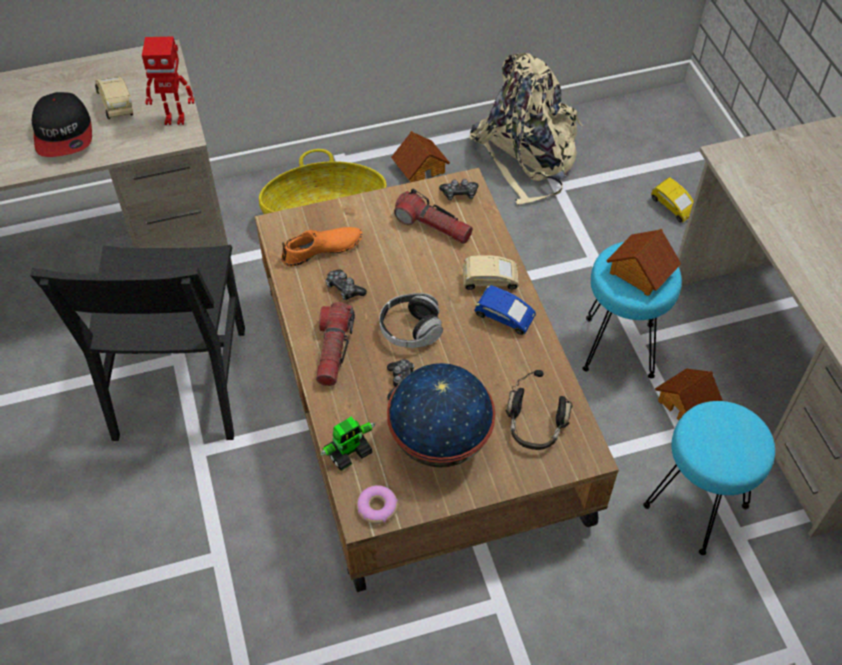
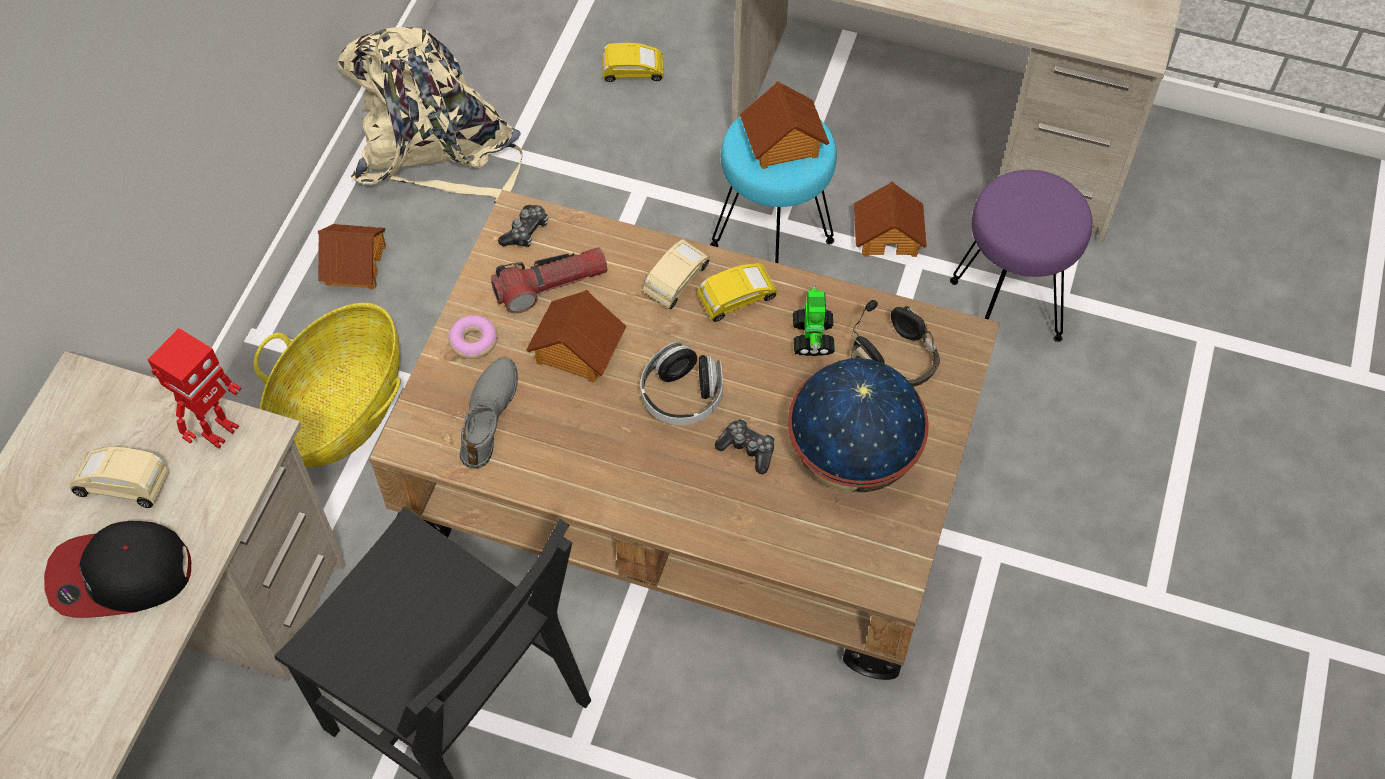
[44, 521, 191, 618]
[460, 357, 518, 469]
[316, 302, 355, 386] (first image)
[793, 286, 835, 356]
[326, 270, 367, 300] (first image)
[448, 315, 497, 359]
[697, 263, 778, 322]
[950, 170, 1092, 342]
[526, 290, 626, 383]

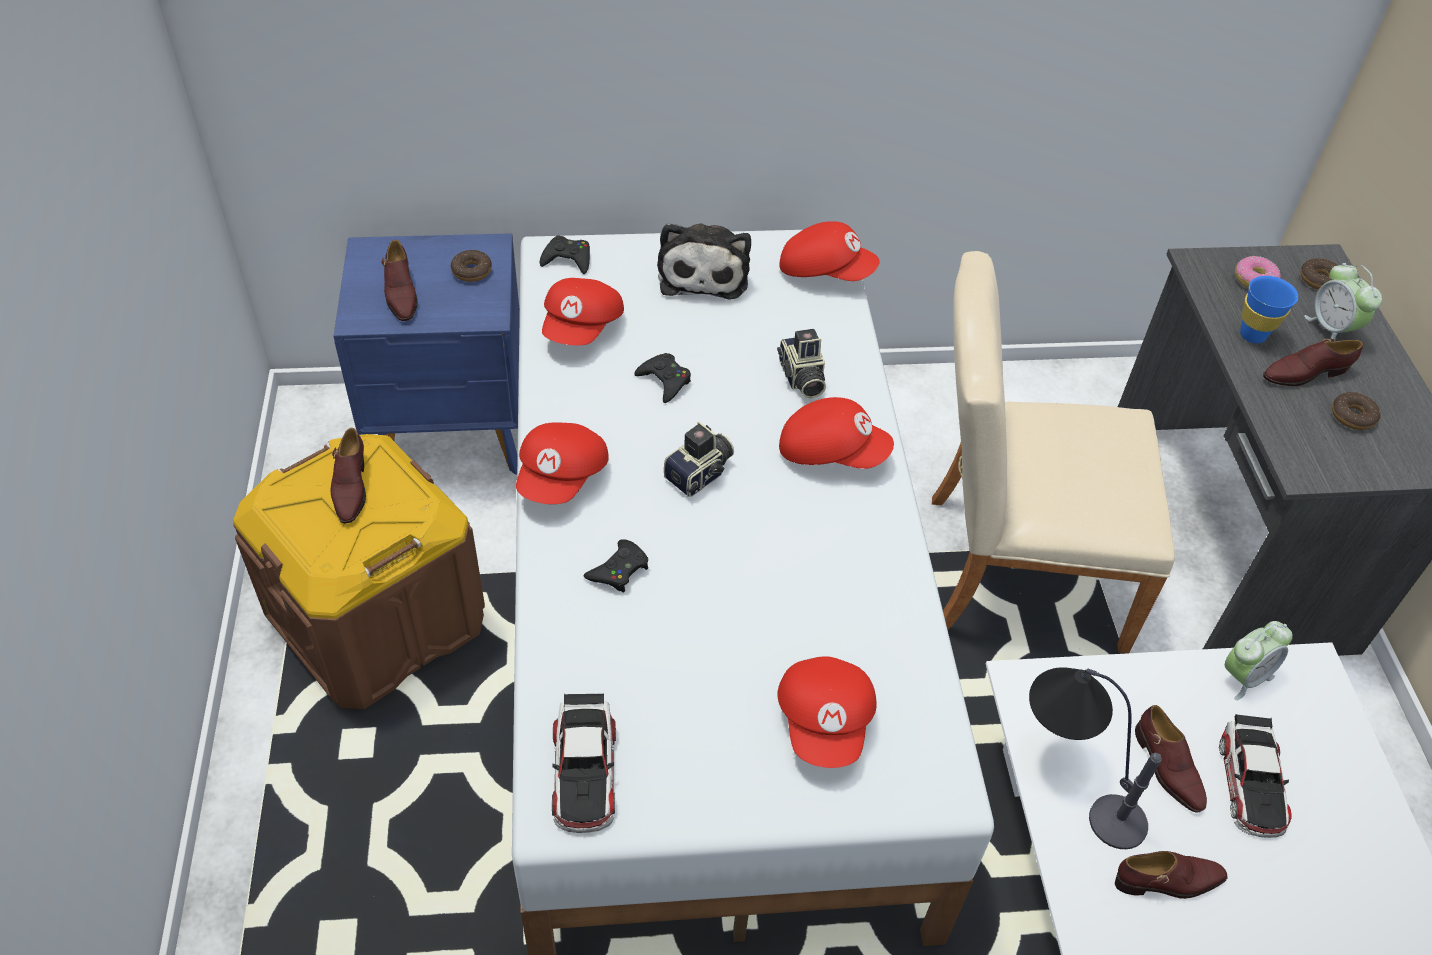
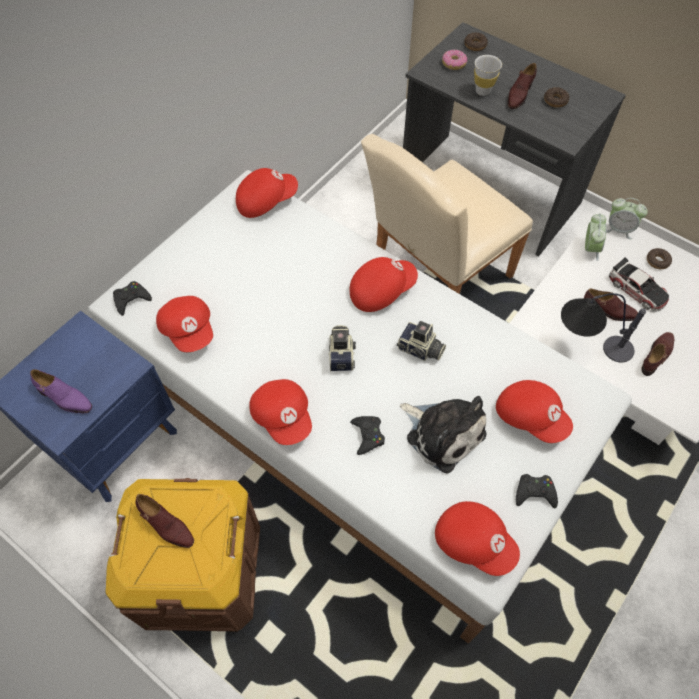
[30, 369, 92, 413]
[647, 248, 672, 269]
[435, 501, 520, 576]
[516, 474, 558, 508]
[400, 396, 486, 474]
[397, 321, 446, 361]
[474, 55, 502, 96]
[606, 198, 648, 239]

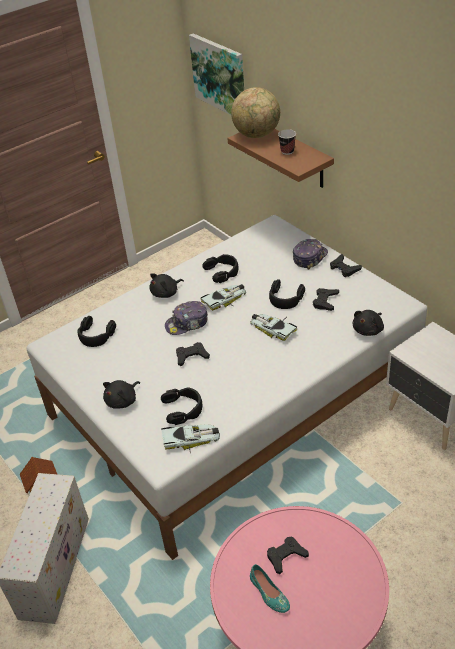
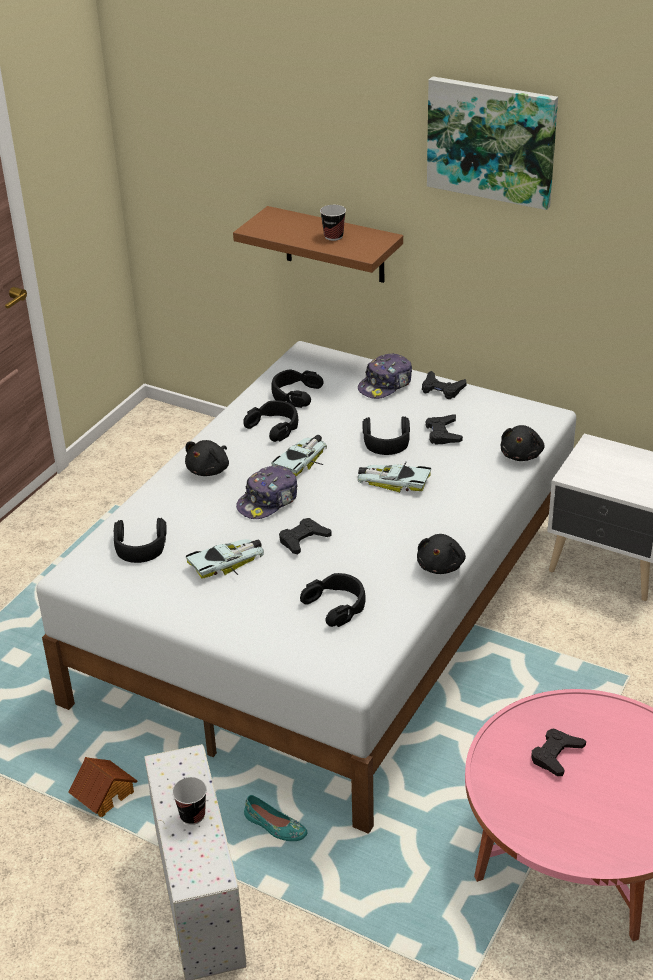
[417, 534, 466, 574]
[185, 539, 264, 579]
[427, 76, 558, 210]
[231, 87, 280, 138] (first image)
[244, 795, 308, 841]
[358, 353, 412, 399]
[172, 777, 207, 825]
[271, 369, 324, 408]

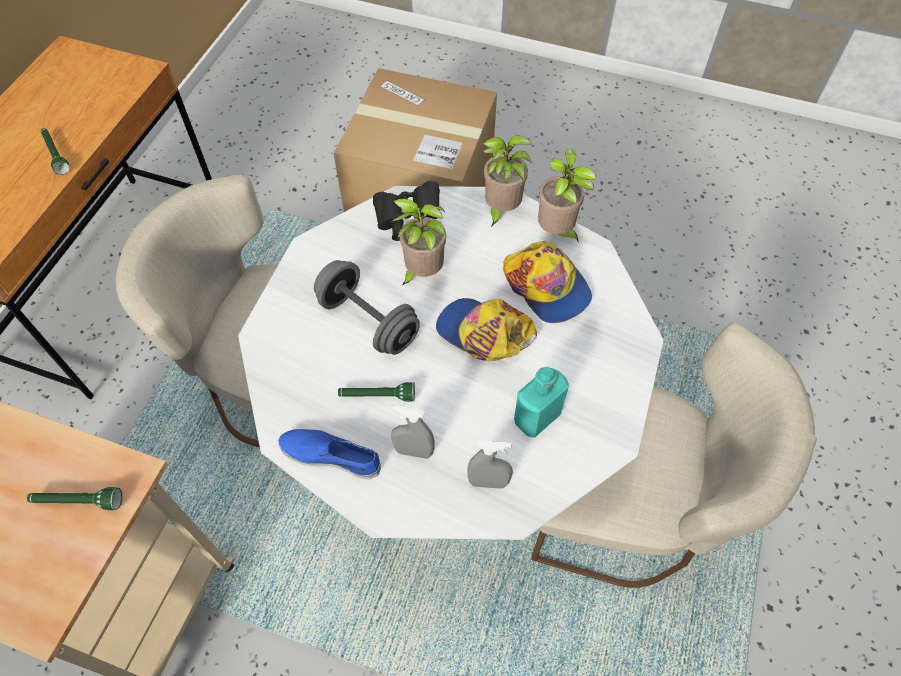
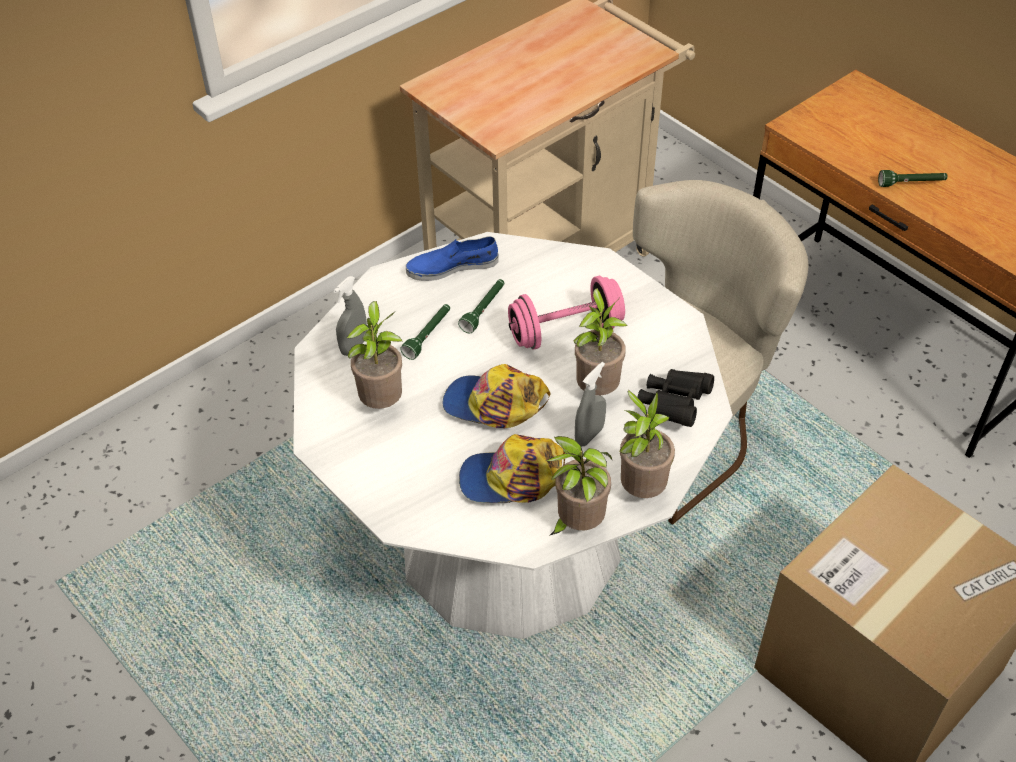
[400, 304, 450, 360]
[406, 236, 499, 281]
[508, 276, 625, 350]
[575, 362, 606, 446]
[442, 364, 551, 428]
[346, 301, 402, 409]
[531, 323, 817, 588] (first image)

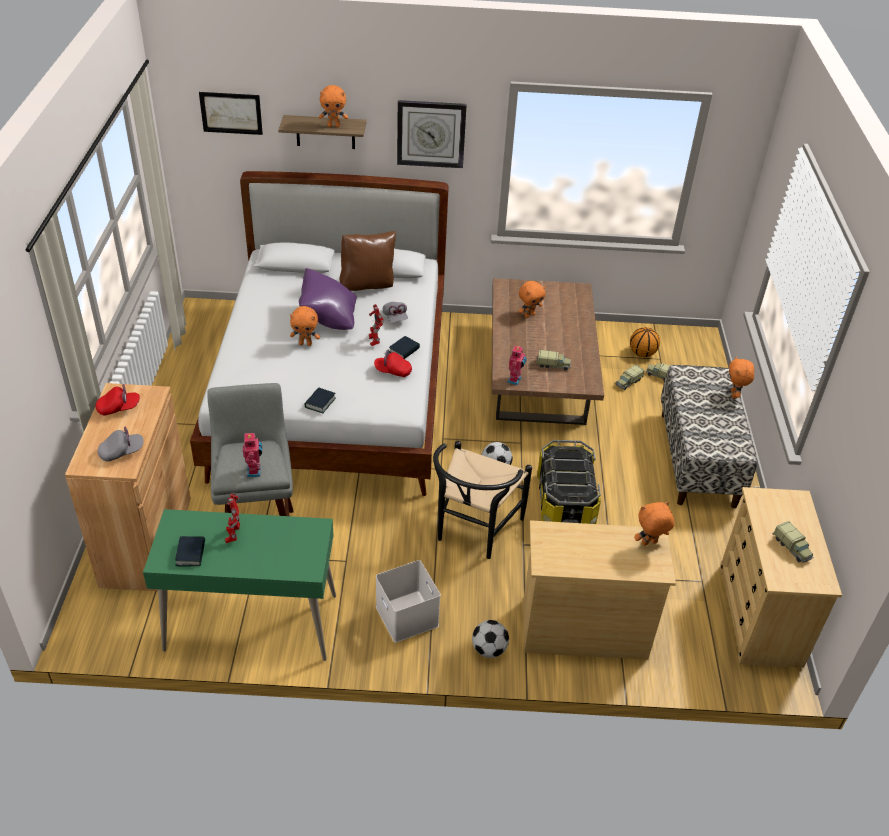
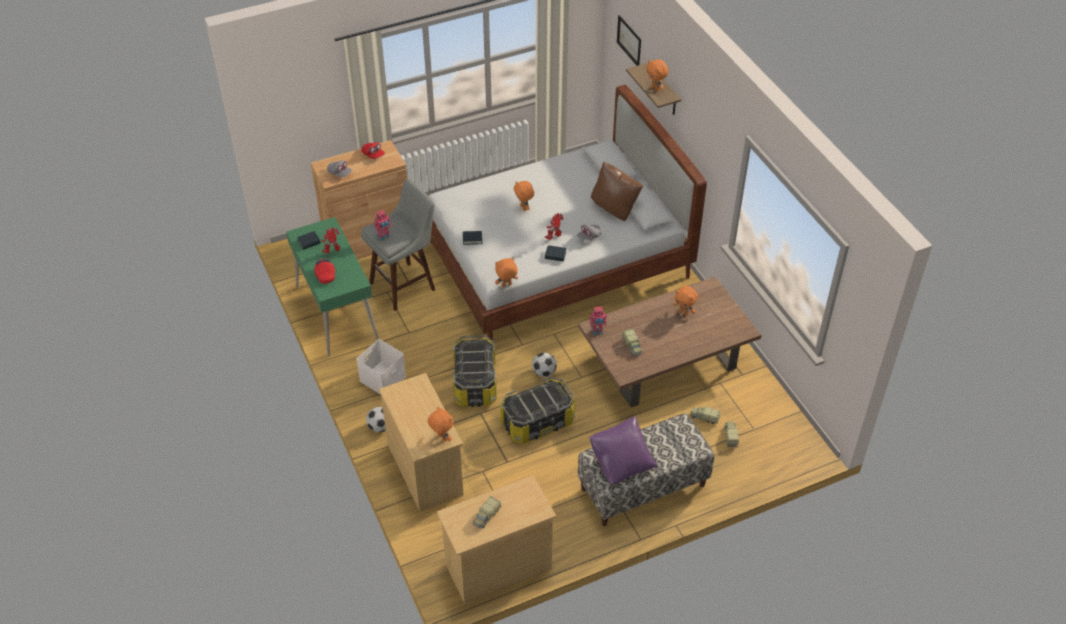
[589, 415, 657, 485]
[314, 258, 335, 284]
[397, 100, 467, 168] (first image)
[453, 335, 497, 407]
[630, 327, 660, 357] (first image)
[495, 257, 518, 287]

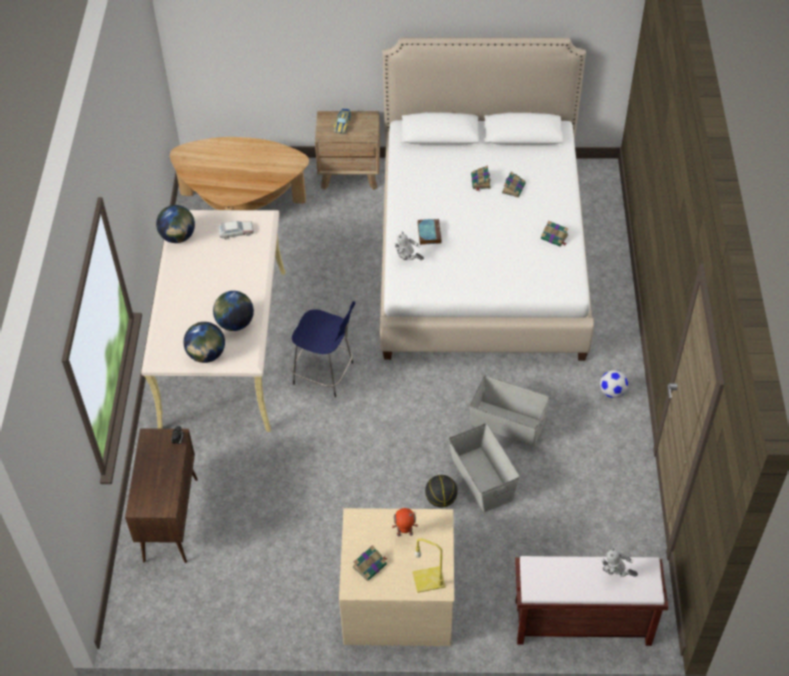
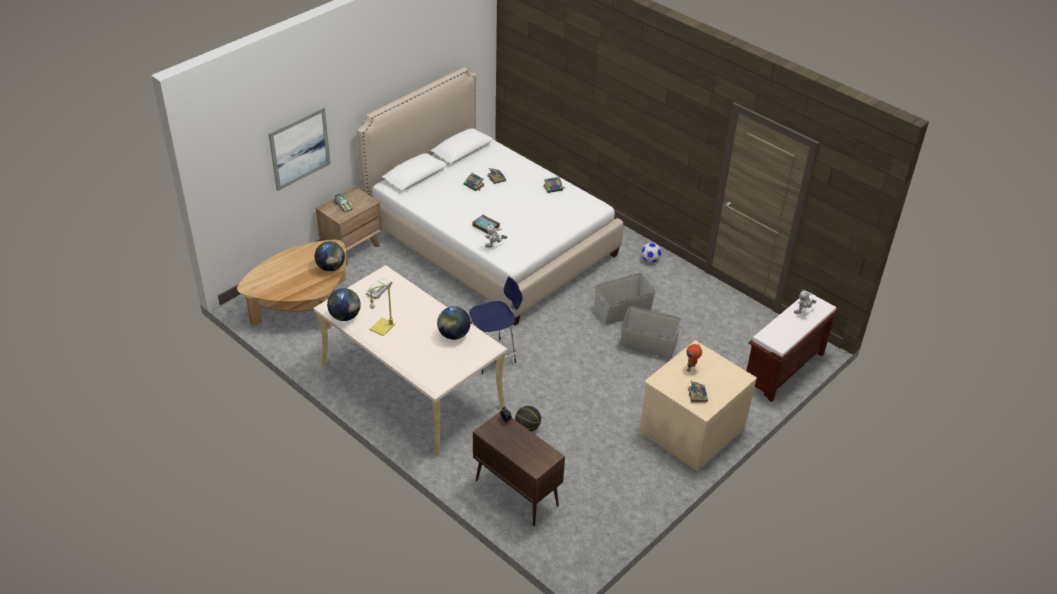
[315, 241, 345, 271]
[369, 285, 395, 336]
[515, 406, 541, 432]
[268, 107, 331, 191]

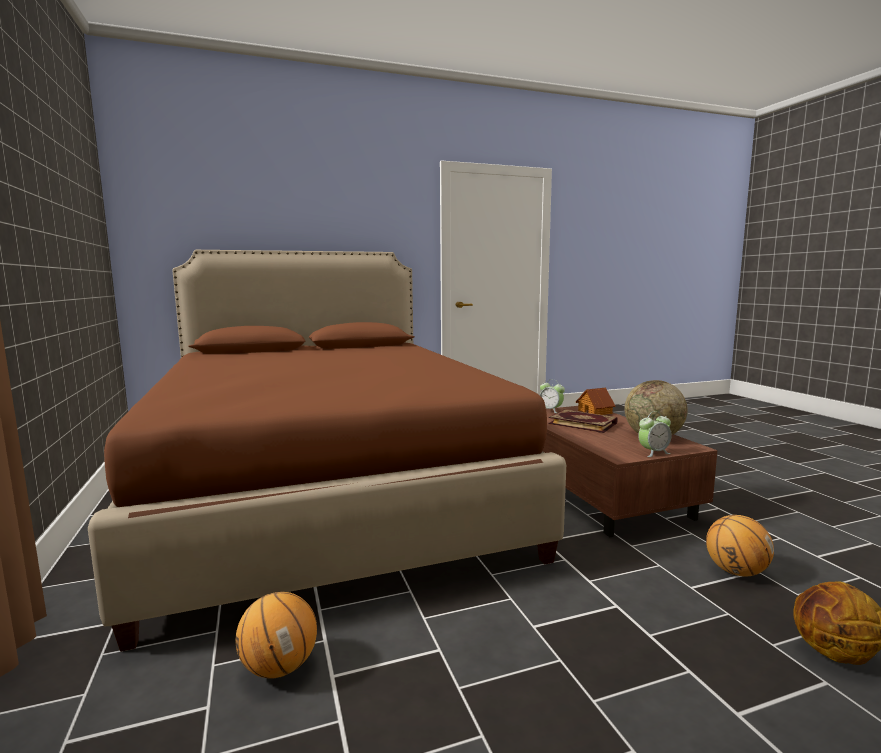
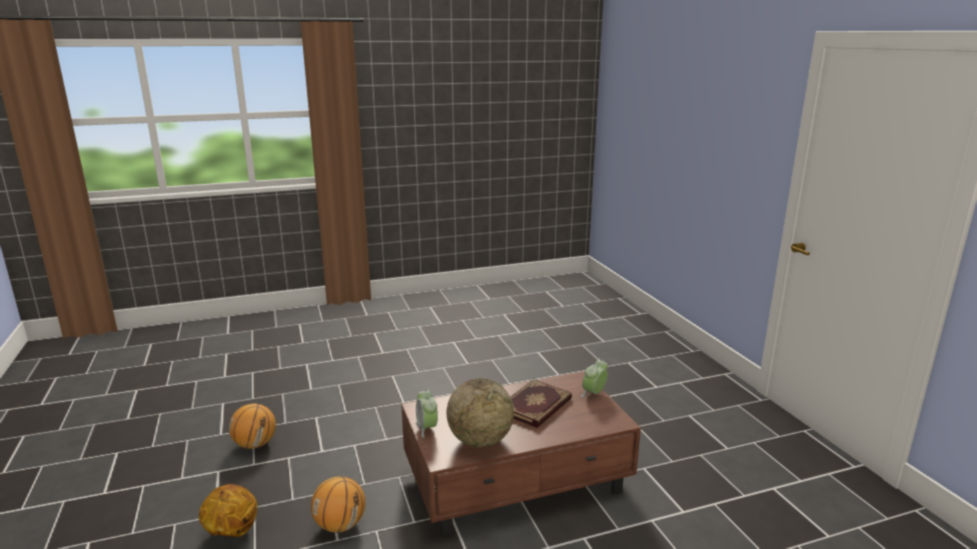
[88, 250, 566, 652] (first image)
[229, 403, 276, 449]
[576, 387, 615, 415] (first image)

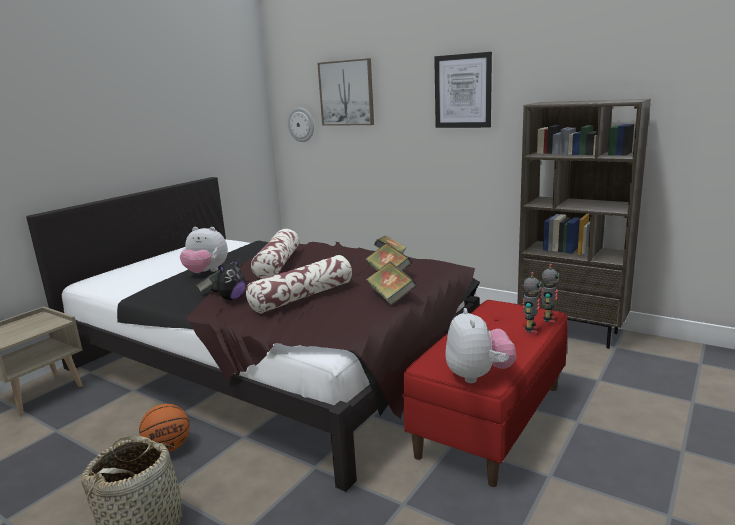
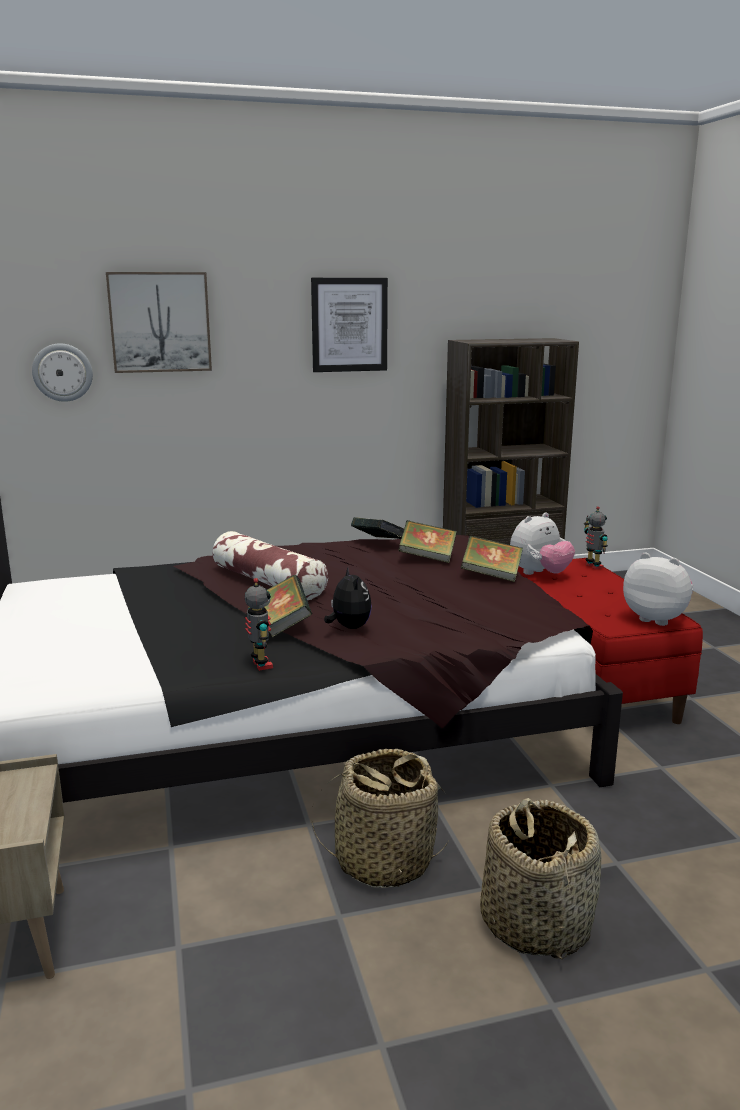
[312, 749, 448, 888]
[510, 512, 575, 575]
[246, 255, 352, 314] (first image)
[245, 578, 273, 671]

